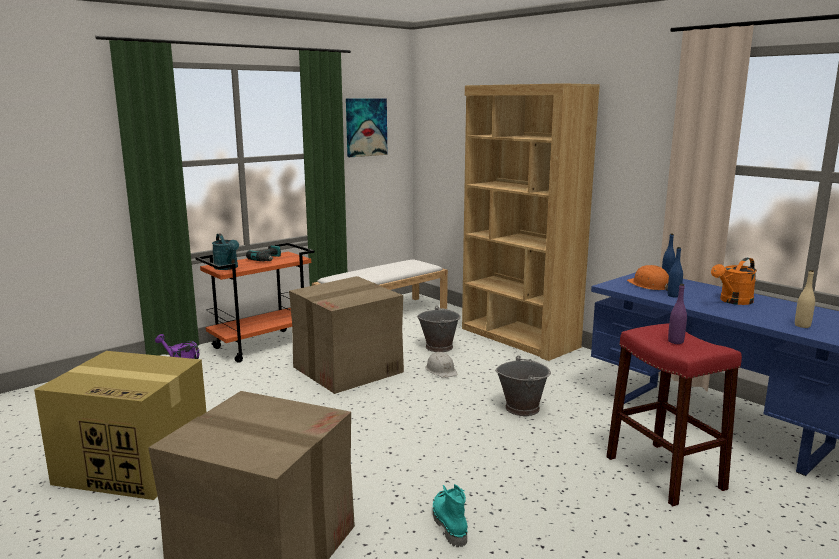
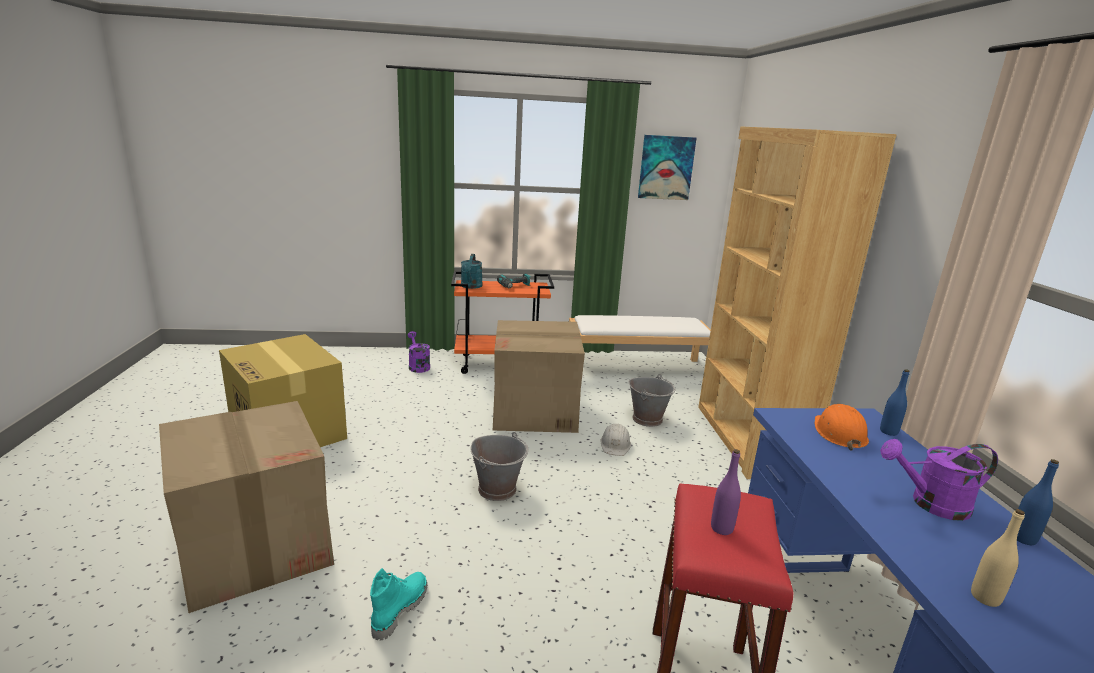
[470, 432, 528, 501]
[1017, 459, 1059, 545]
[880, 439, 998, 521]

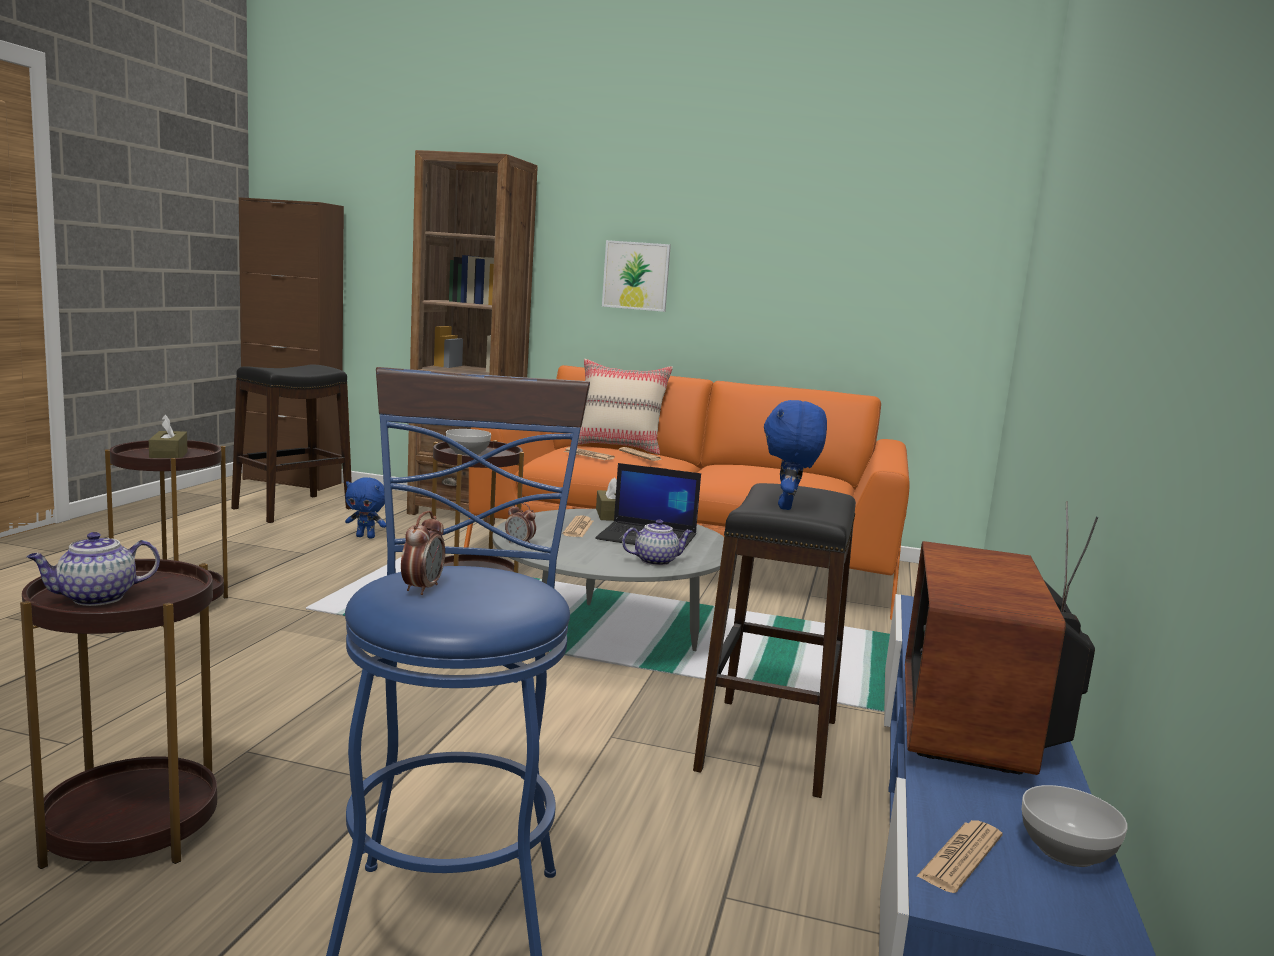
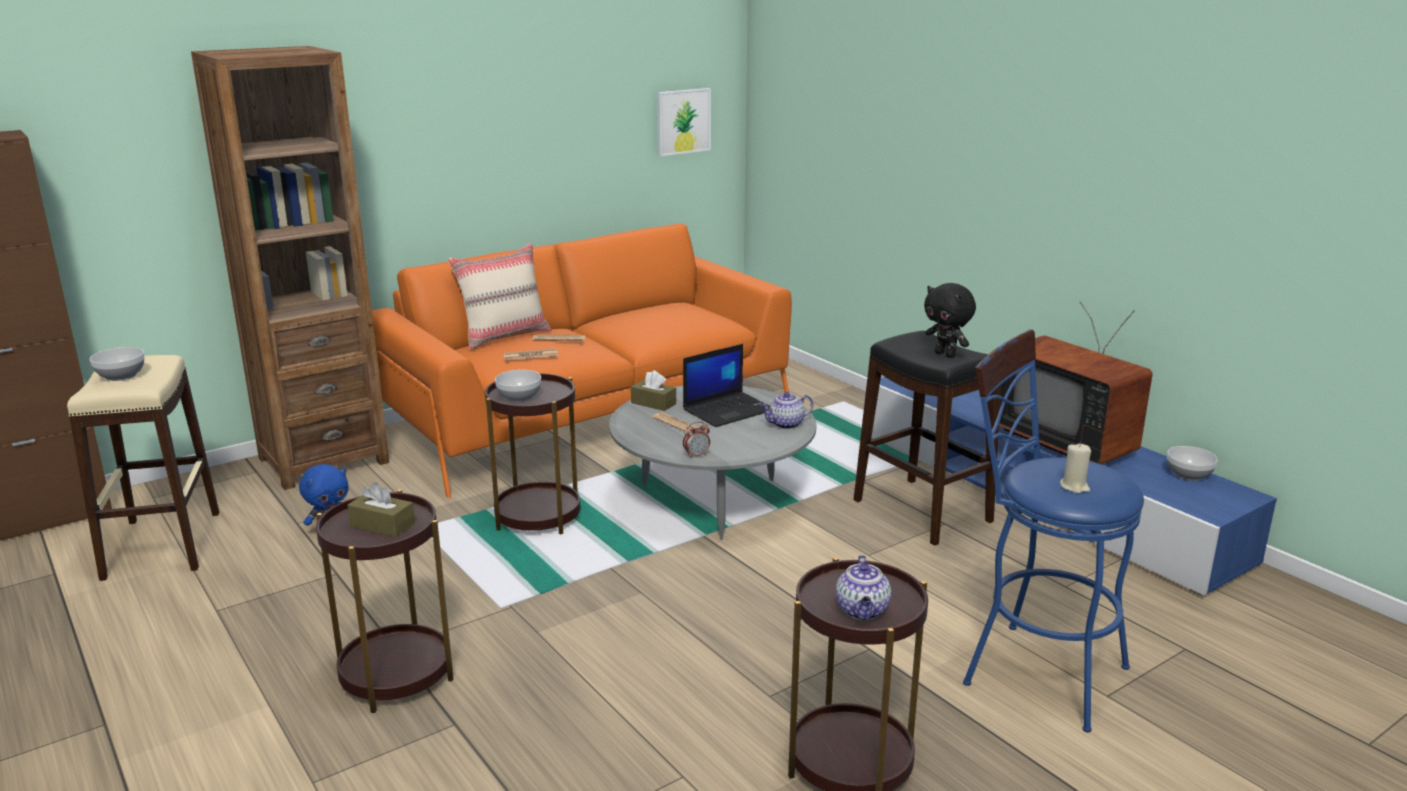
[67, 355, 219, 581]
[1060, 443, 1091, 493]
[657, 88, 711, 156]
[760, 392, 813, 429]
[924, 283, 976, 358]
[916, 820, 1002, 893] (first image)
[90, 347, 145, 381]

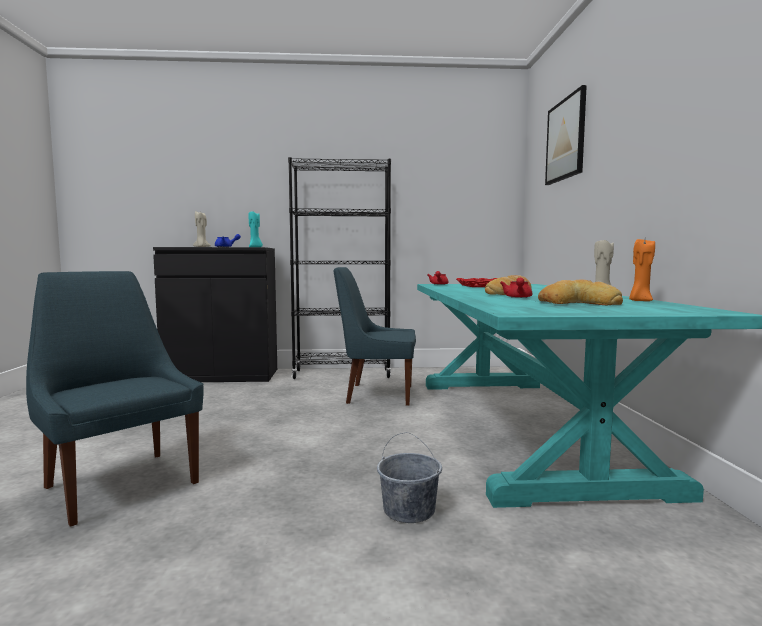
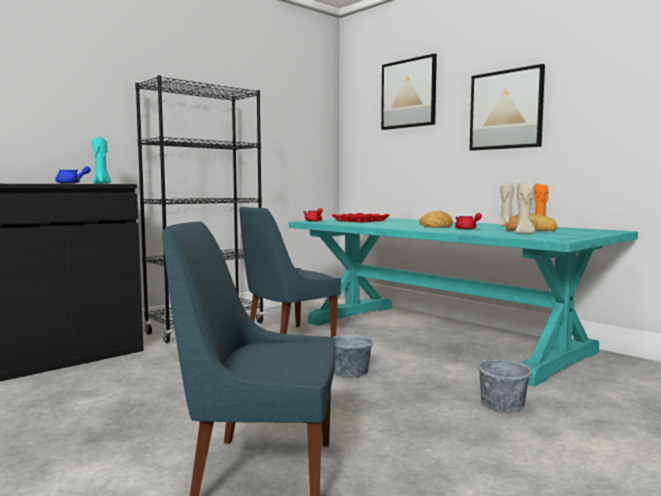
[515, 183, 535, 234]
[333, 317, 374, 377]
[470, 64, 545, 151]

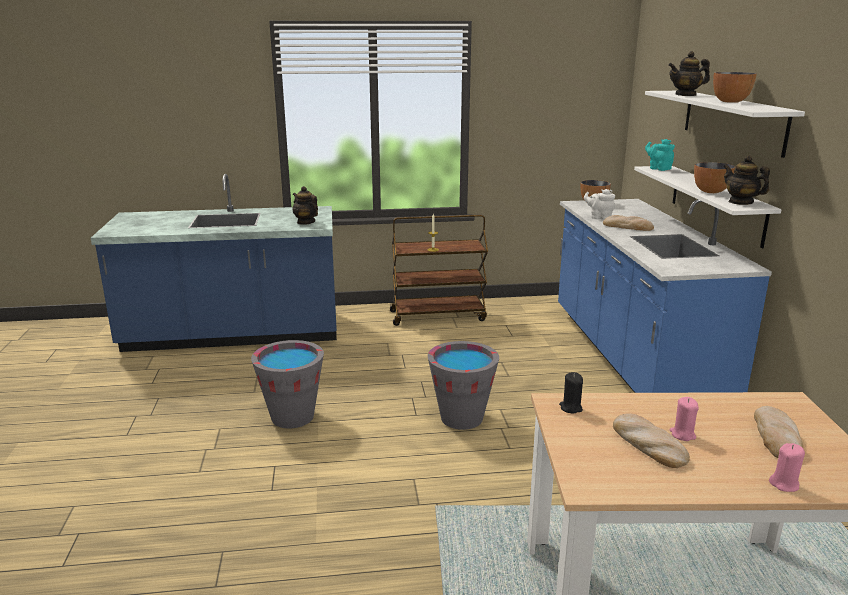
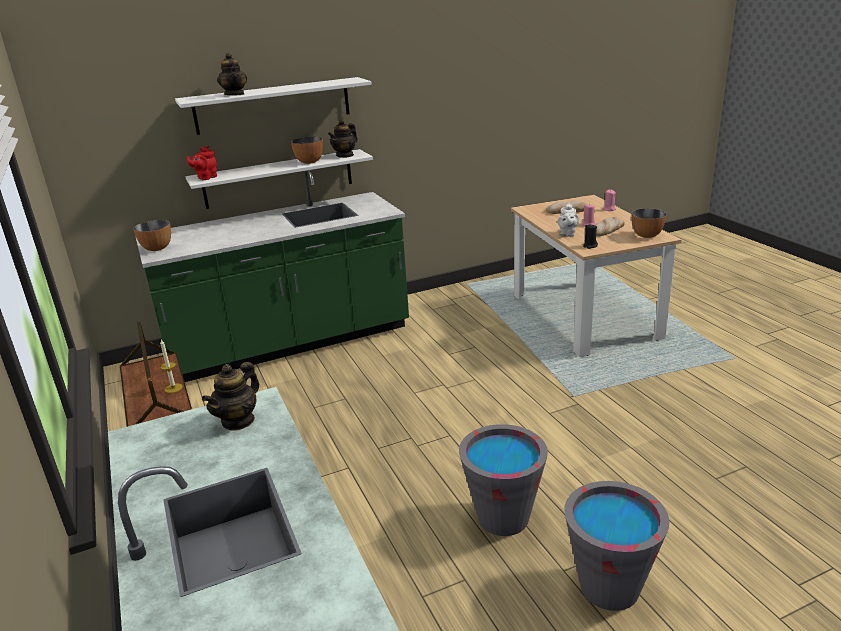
[564, 481, 670, 611]
[135, 170, 409, 382]
[557, 203, 579, 237]
[603, 215, 654, 231] (first image)
[186, 146, 217, 180]
[631, 208, 666, 238]

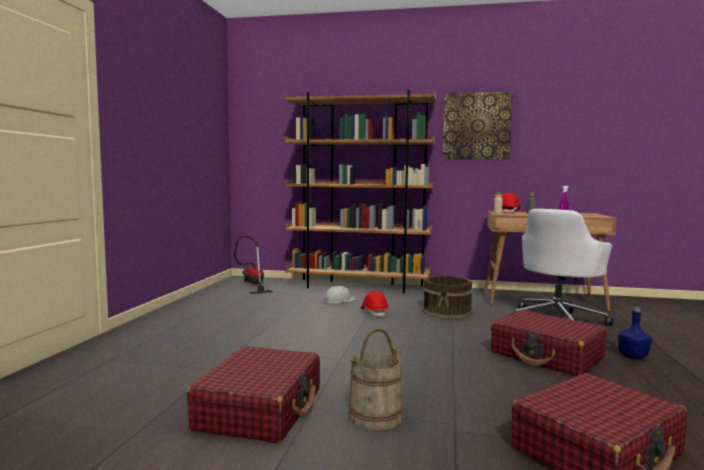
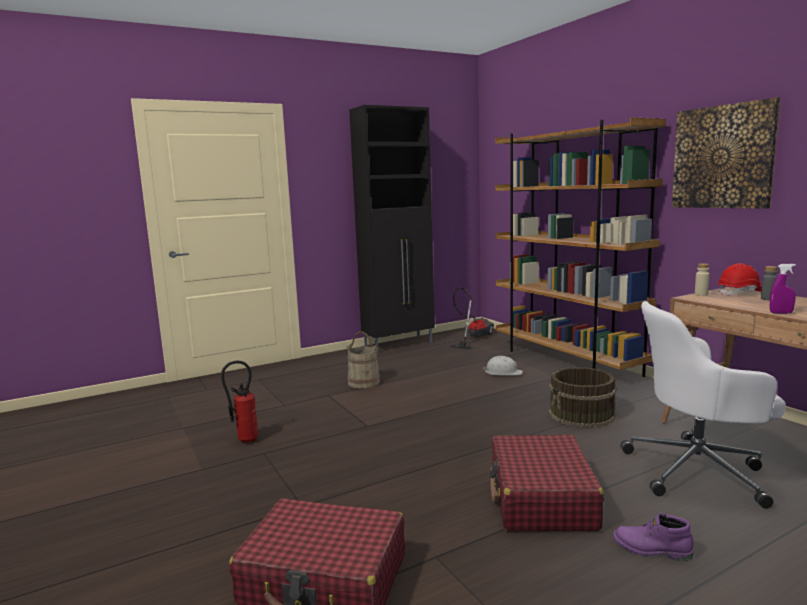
[221, 361, 258, 444]
[346, 331, 380, 388]
[361, 291, 389, 317] (first image)
[613, 513, 694, 561]
[349, 105, 435, 353]

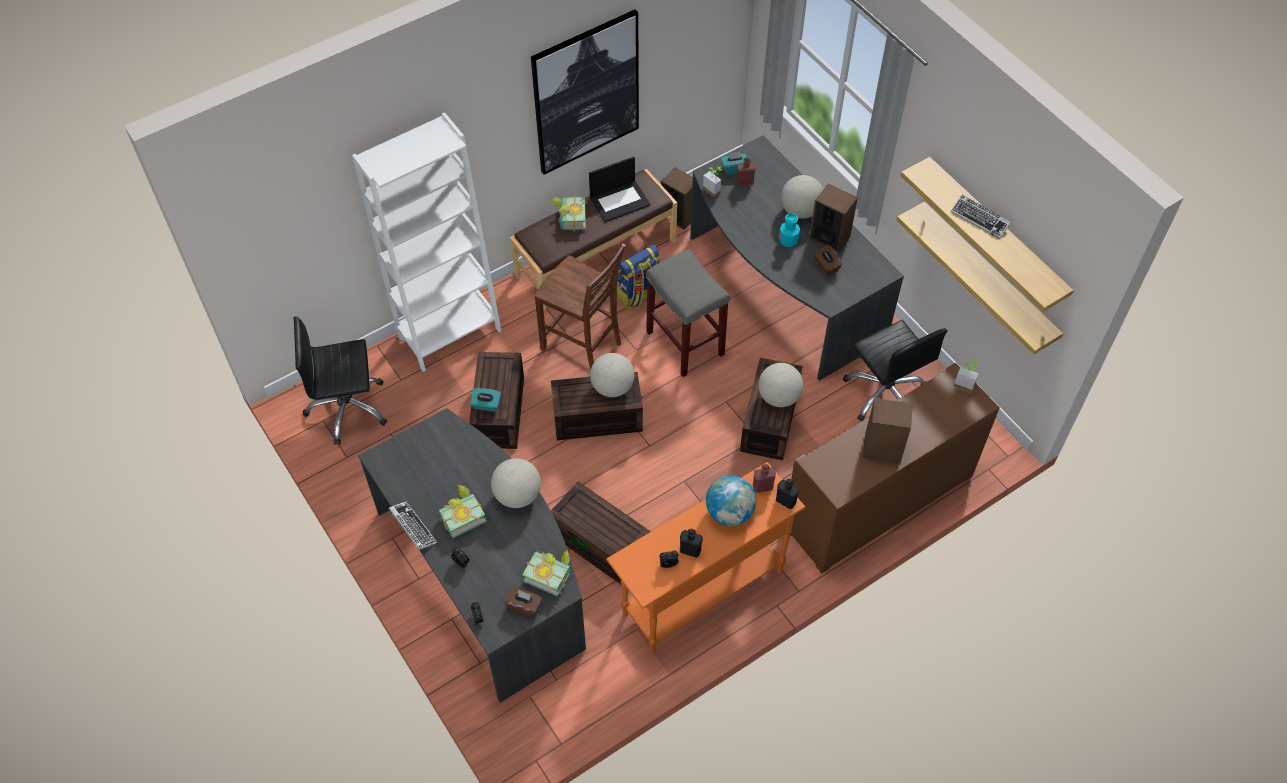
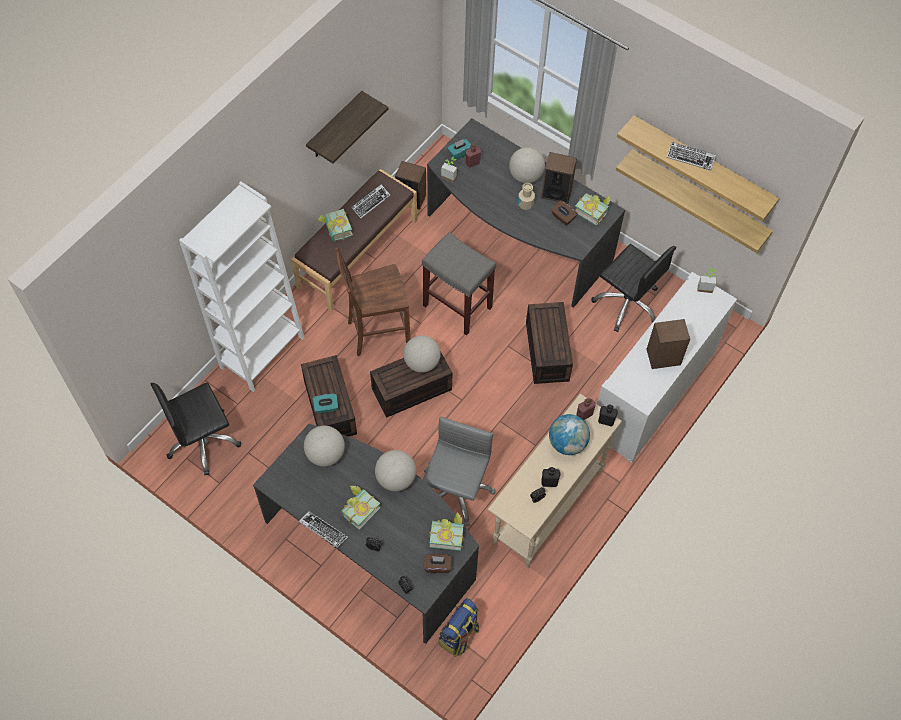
[306, 91, 388, 164]
[335, 248, 411, 356]
[423, 417, 495, 527]
[351, 184, 390, 219]
[487, 394, 622, 568]
[438, 598, 479, 657]
[304, 426, 345, 466]
[518, 183, 535, 210]
[597, 272, 737, 463]
[575, 193, 610, 226]

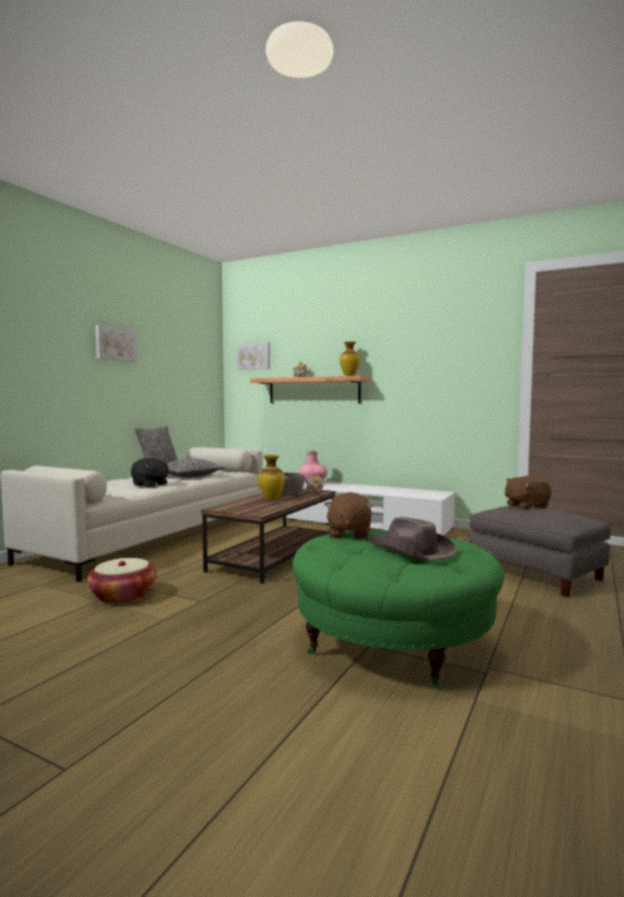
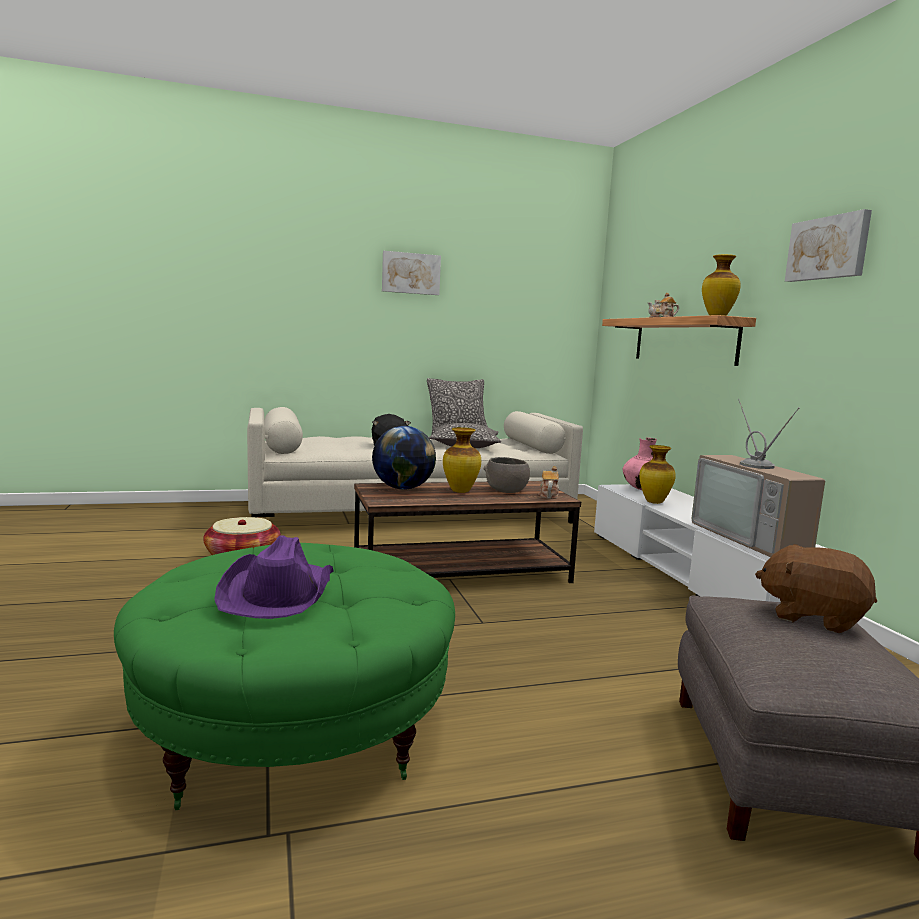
[785, 209, 872, 282]
[324, 492, 374, 540] (first image)
[214, 535, 333, 619]
[372, 426, 436, 490]
[639, 445, 676, 504]
[691, 399, 825, 557]

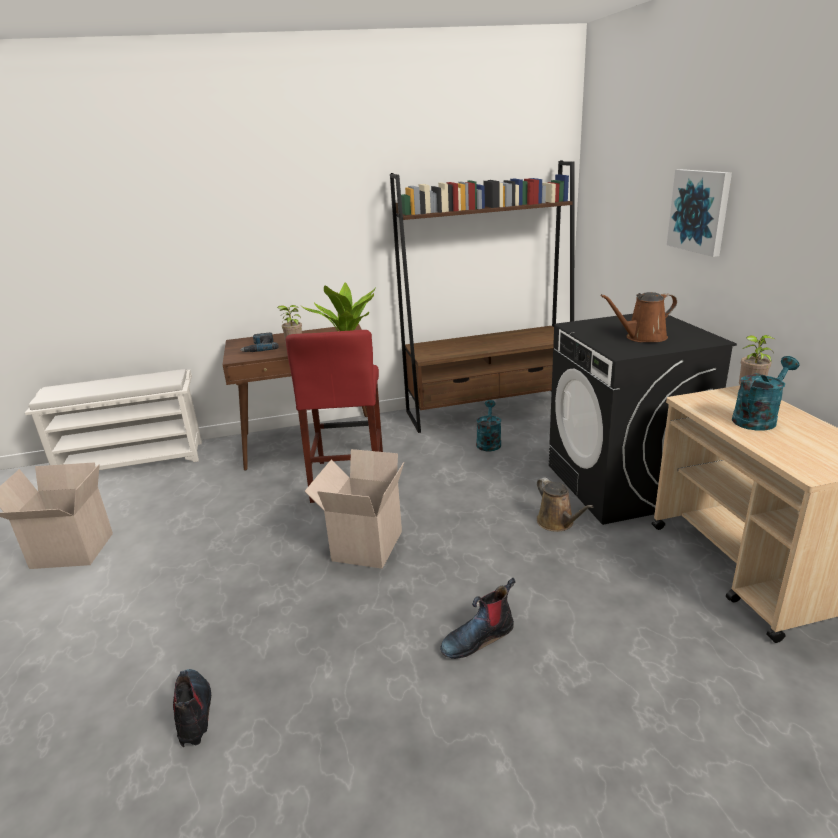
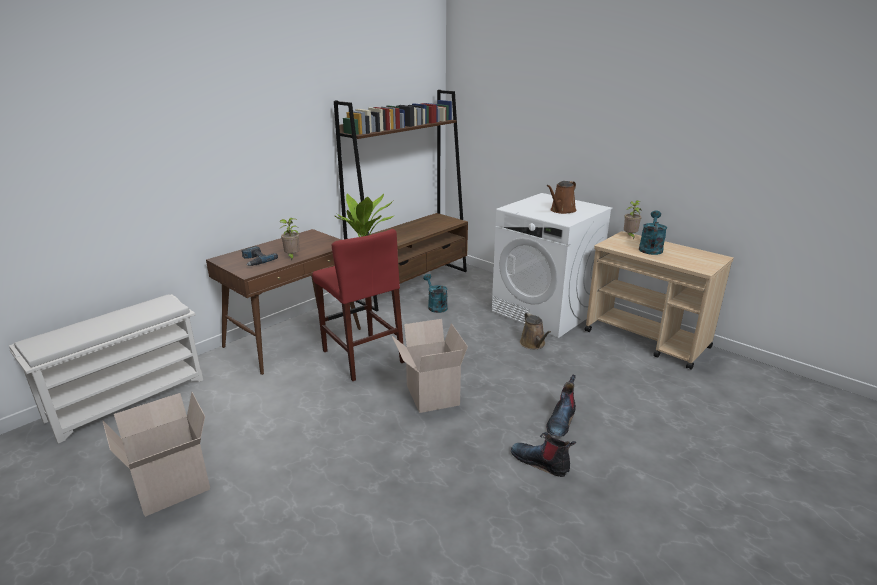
[511, 432, 576, 477]
[520, 312, 551, 349]
[492, 193, 612, 338]
[667, 169, 732, 257] (first image)

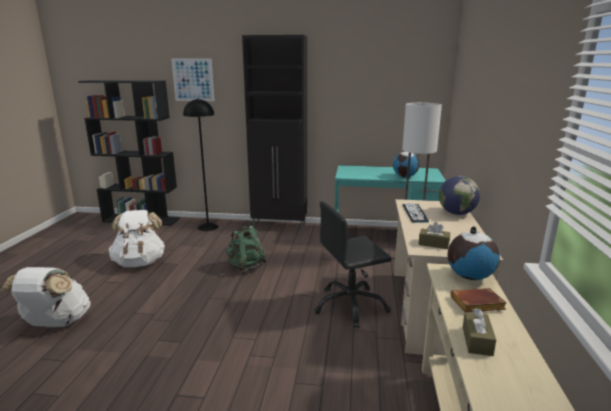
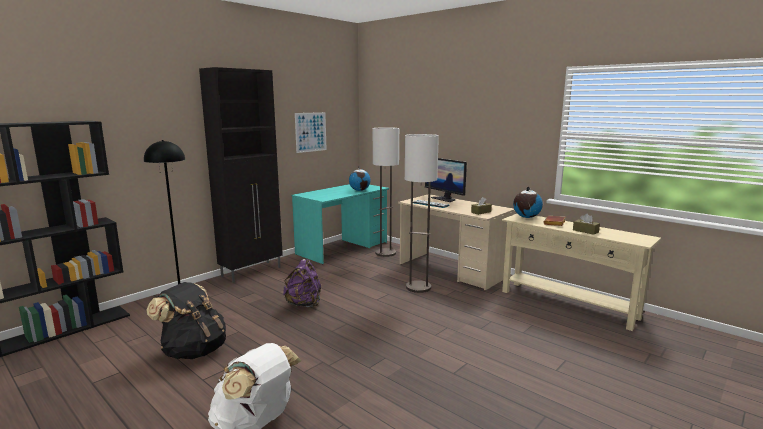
[146, 282, 226, 359]
[295, 112, 327, 153]
[283, 259, 321, 307]
[405, 134, 439, 293]
[425, 158, 467, 202]

